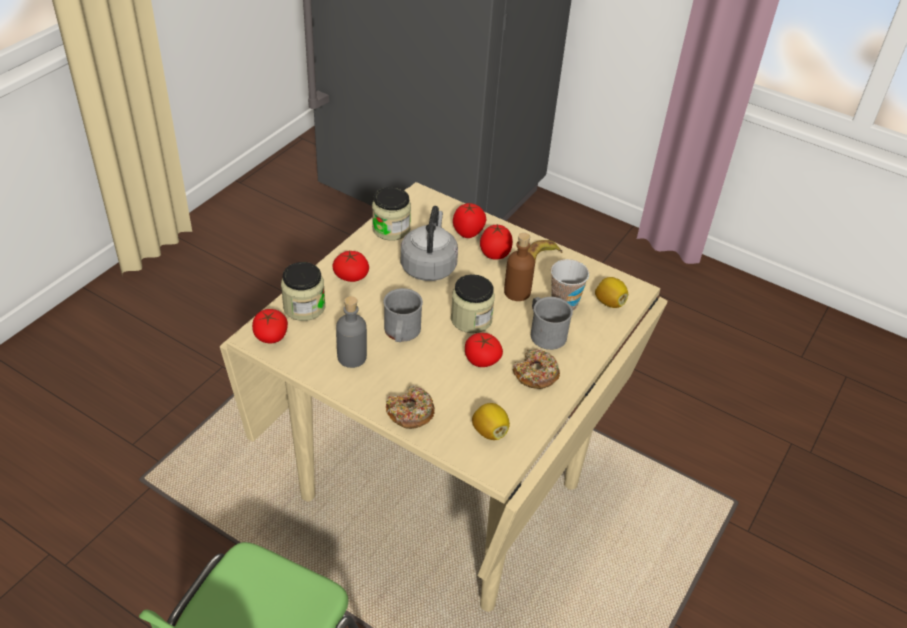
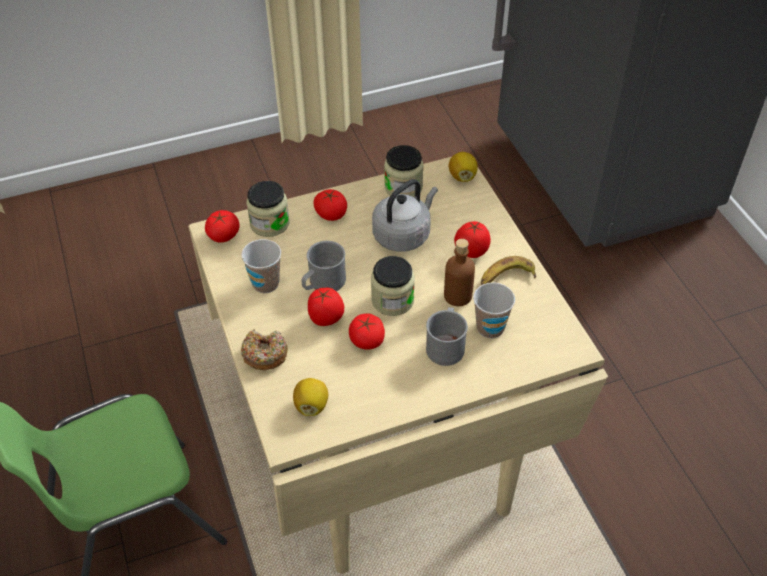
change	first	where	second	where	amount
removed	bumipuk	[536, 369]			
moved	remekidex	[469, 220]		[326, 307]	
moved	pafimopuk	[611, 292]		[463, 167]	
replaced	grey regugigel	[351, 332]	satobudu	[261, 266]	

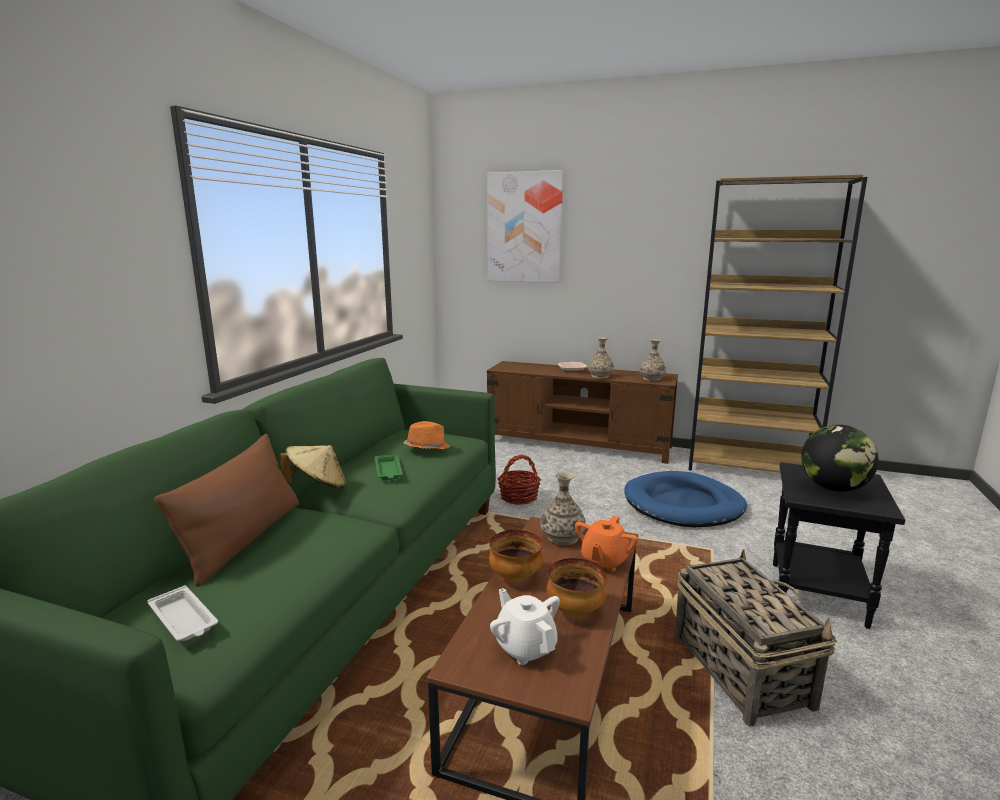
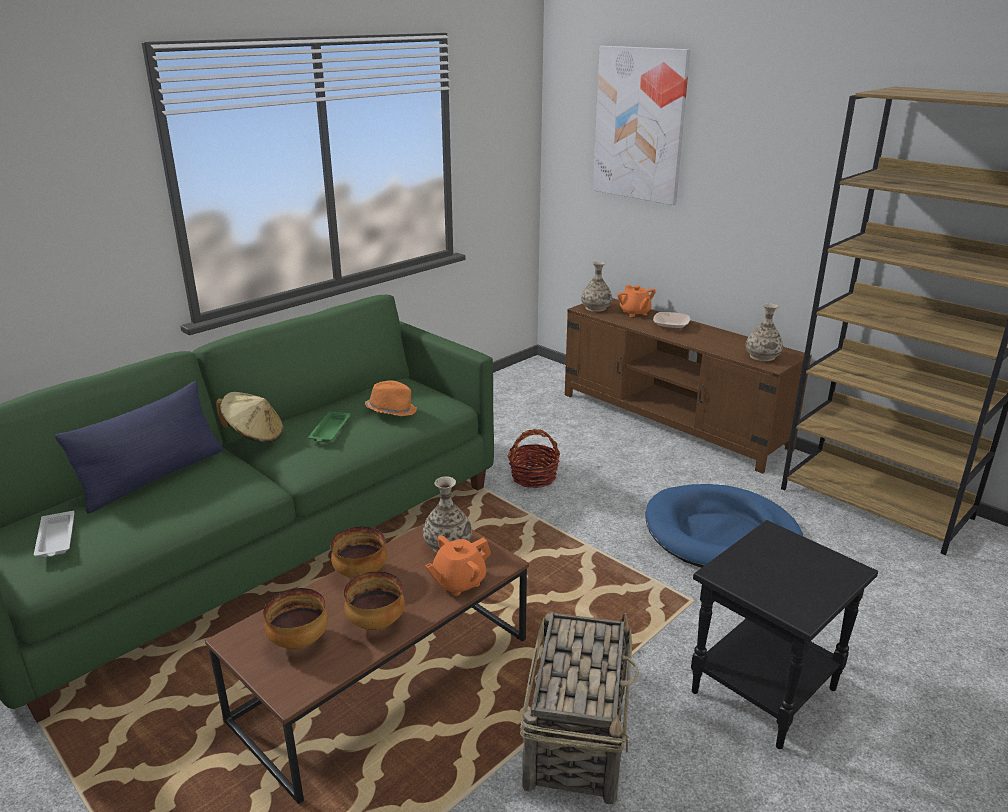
change	first	where	second	where	amount
removed	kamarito	[840, 458]			
added			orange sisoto	[636, 301]	
moved	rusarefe	[601, 357]		[596, 286]	
replaced	white sisoto	[525, 626]	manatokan	[295, 619]	
recoloured	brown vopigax	[226, 510]	blue vopigax	[139, 447]	

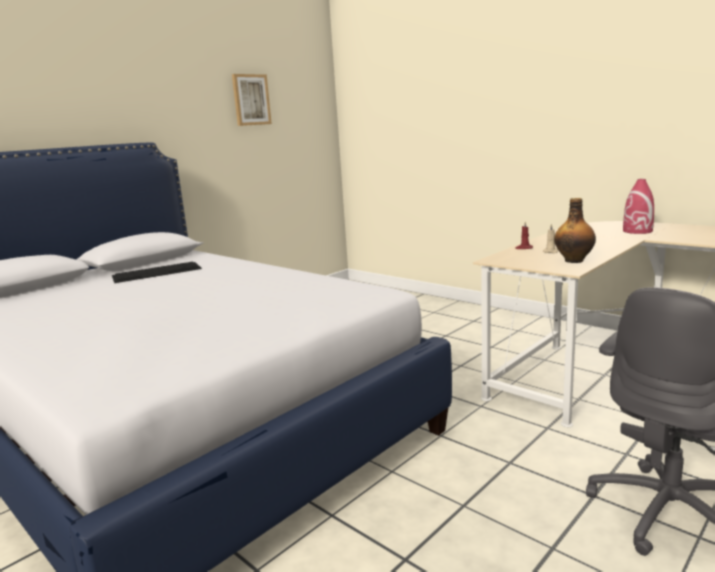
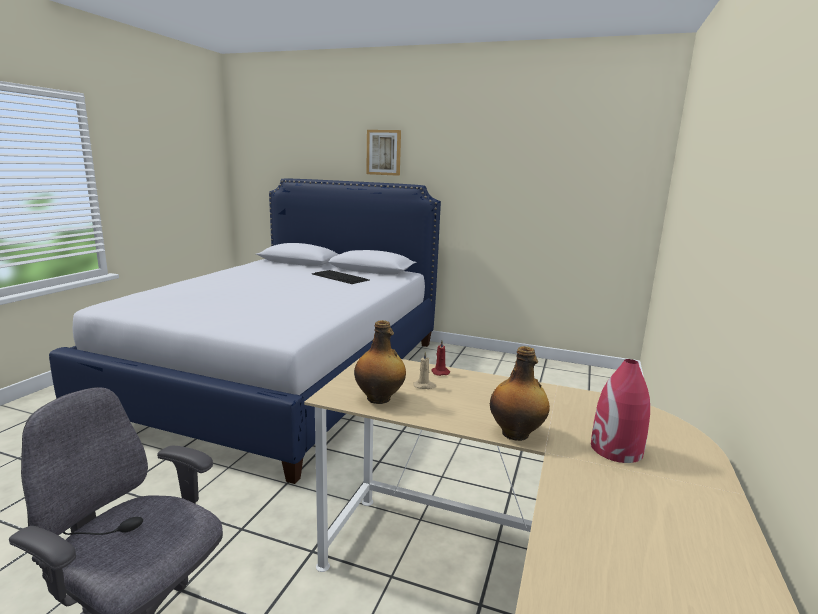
change	first	where	second	where	amount
added			regugigel	[520, 393]	
moved	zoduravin	[252, 100]		[383, 153]	

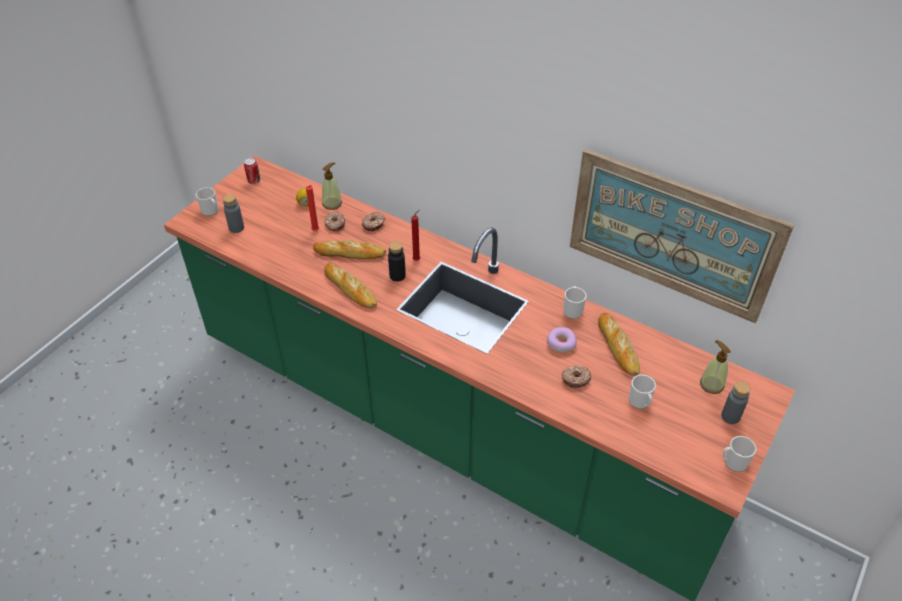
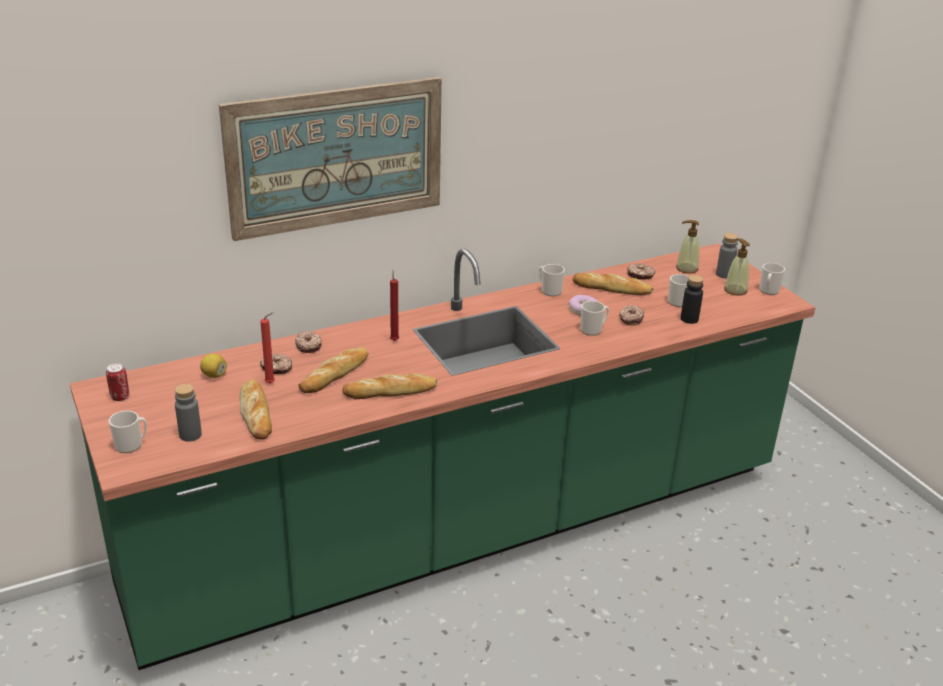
change	first	where	second	where	amount
added			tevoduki	[256, 410]	
added			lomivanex	[594, 318]	
added			bumipuk	[641, 271]	
moved	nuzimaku	[332, 186]		[737, 267]	
moved	black regugigel	[397, 261]		[692, 299]	
moved	zoduravin	[682, 236]		[330, 159]	

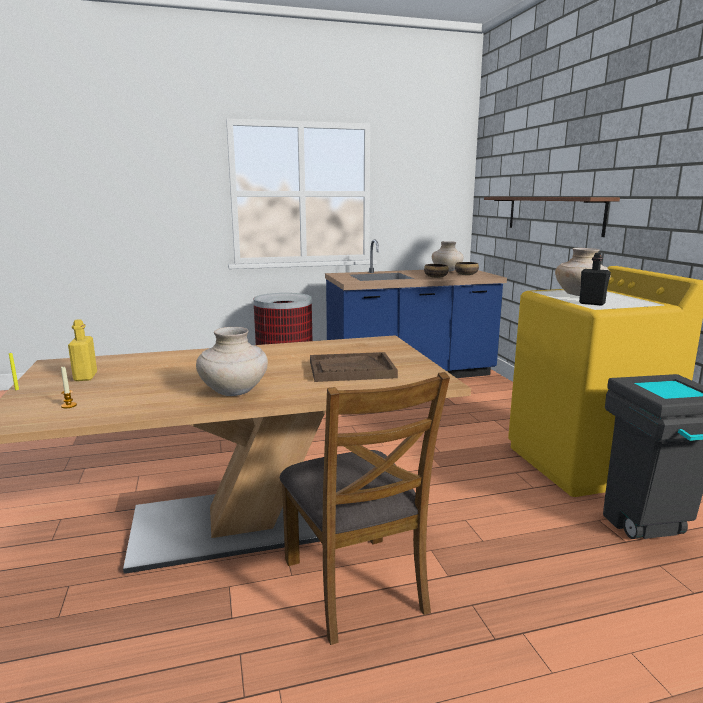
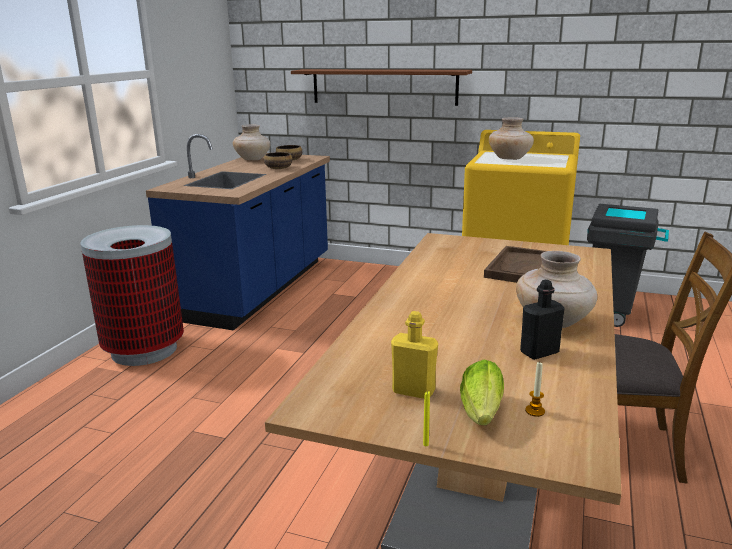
change	first	where	second	where	amount
added			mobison	[482, 392]	
moved	black regugigel	[595, 279]		[542, 320]	

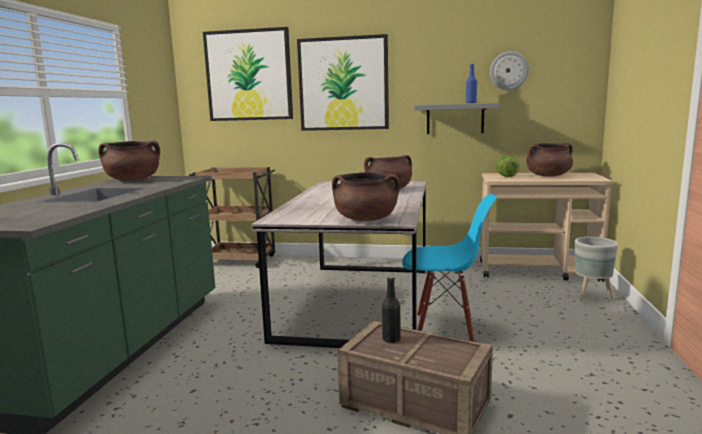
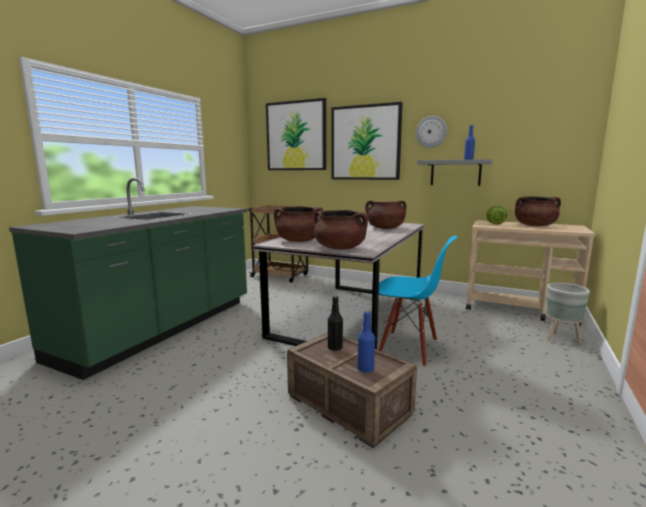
change	first	where	second	where	amount
added			blue regugigel	[366, 342]	
moved	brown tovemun	[129, 161]		[298, 224]	
moved	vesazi	[509, 70]		[431, 132]	

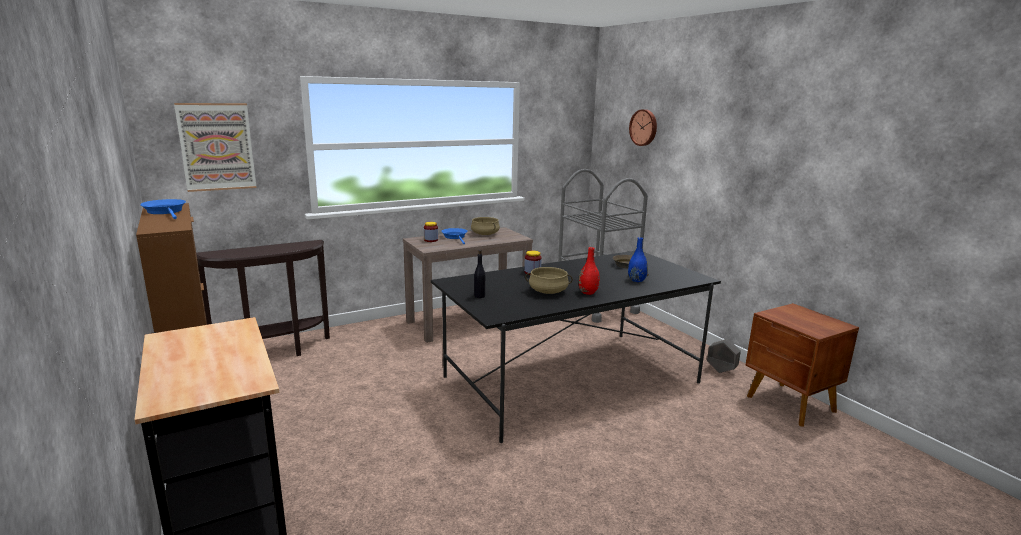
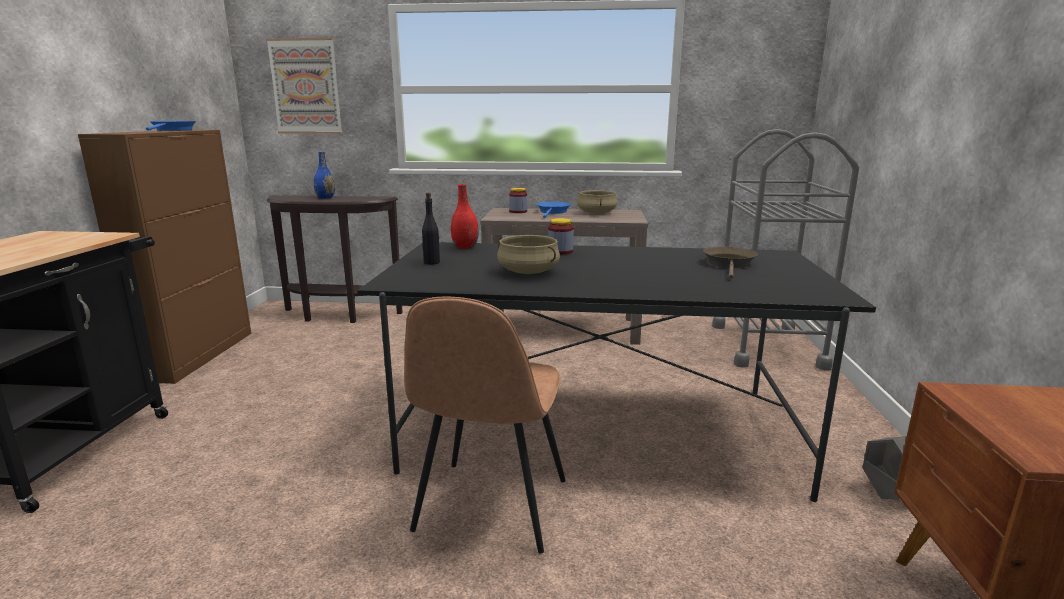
change	first	where	second	where	amount
removed	vesazi	[643, 127]			
added			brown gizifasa	[485, 425]	
moved	red rusarefe	[589, 271]		[465, 216]	
moved	blue rusarefe	[638, 259]		[324, 175]	

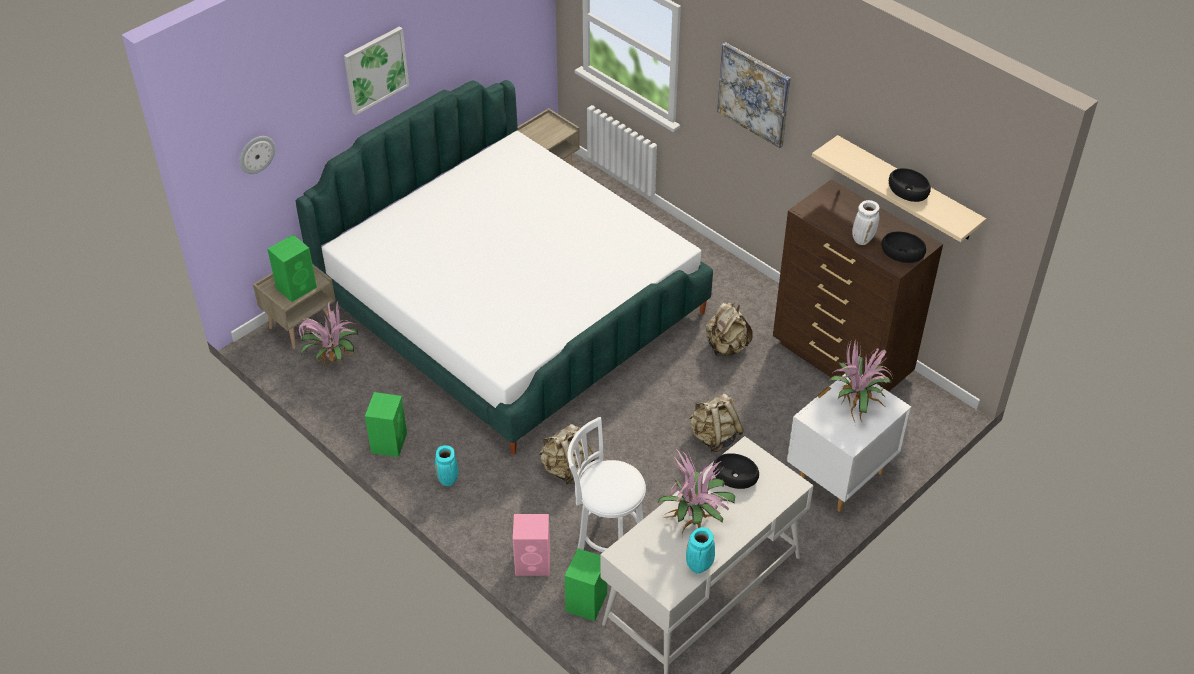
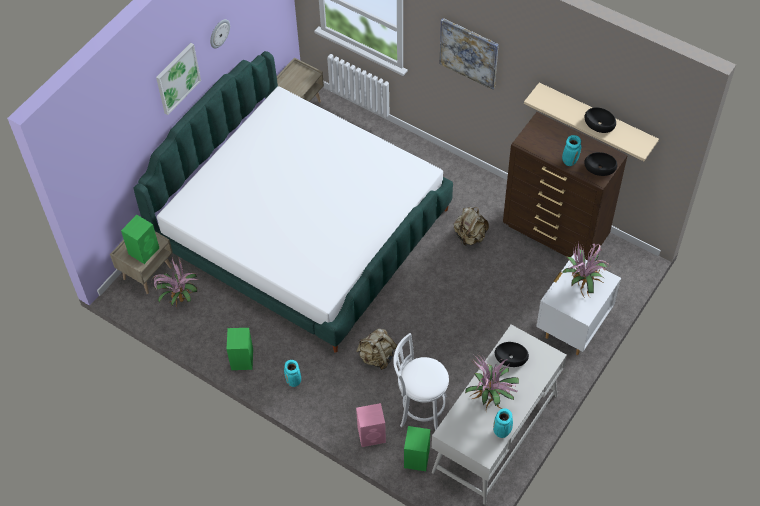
change	first	where	second	where	amount
removed	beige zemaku	[716, 422]			
moved	vesazi	[257, 155]		[220, 33]	
recoloured	white rusarefe	[866, 222]	turquoise rusarefe	[571, 150]	

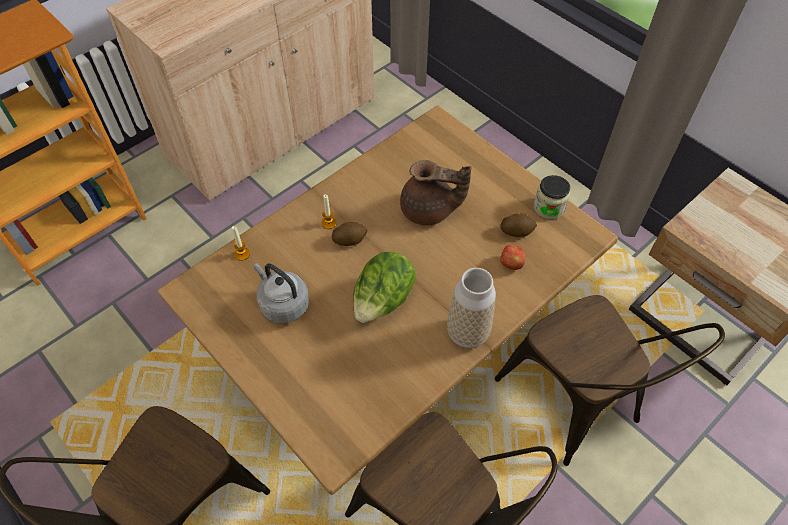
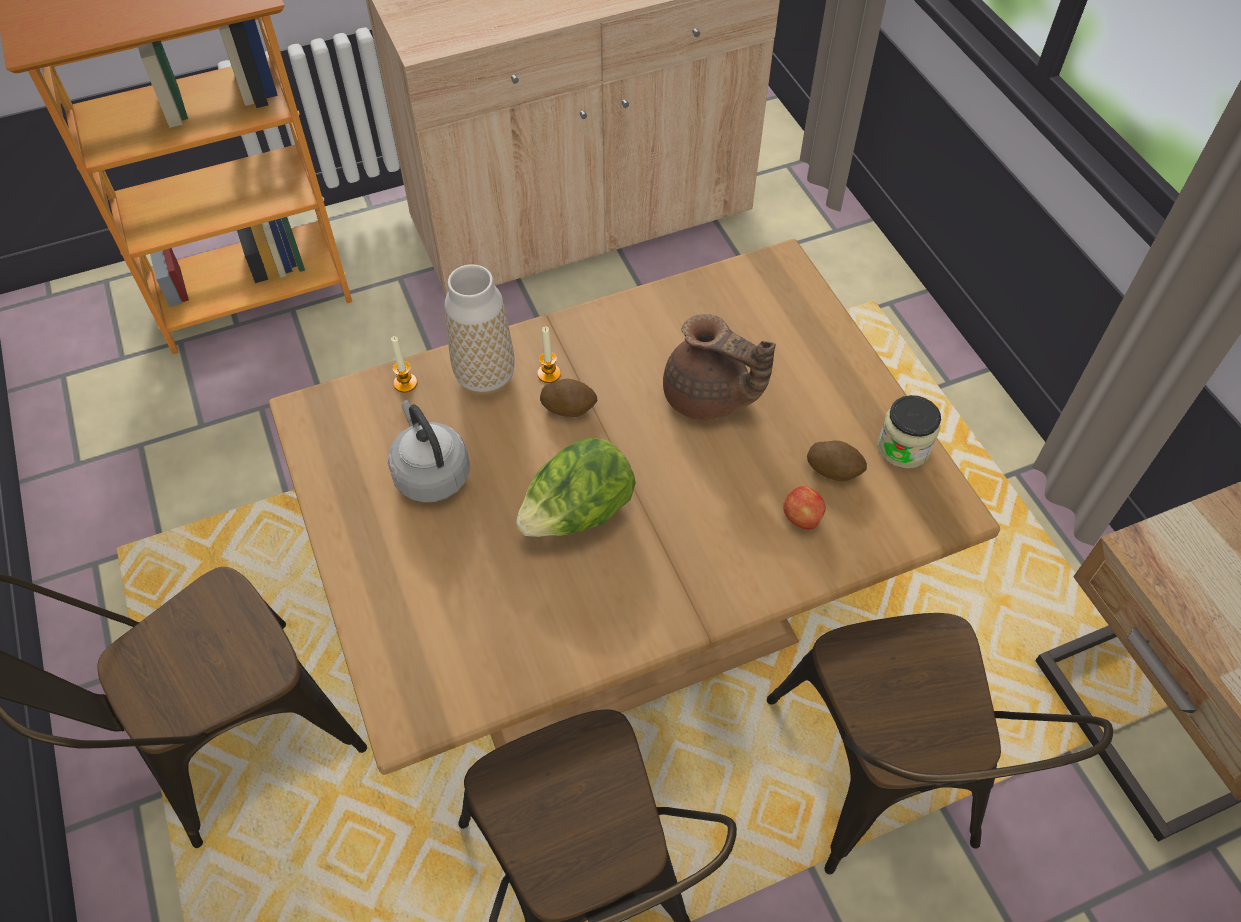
change	first	where	second	where	amount
moved	rusarefe	[471, 308]		[479, 329]	

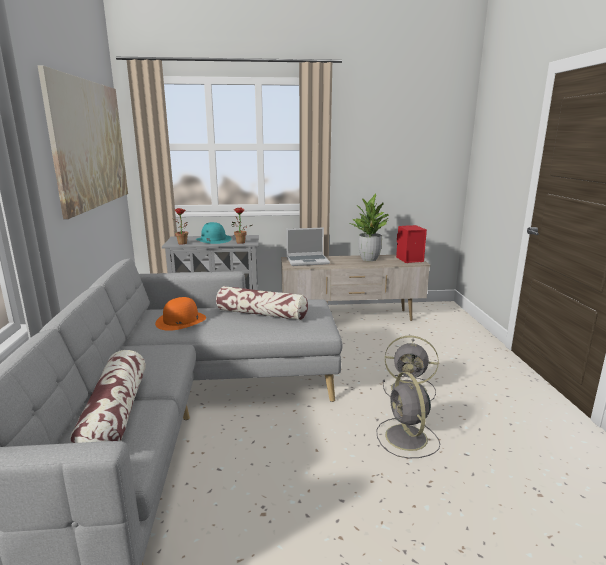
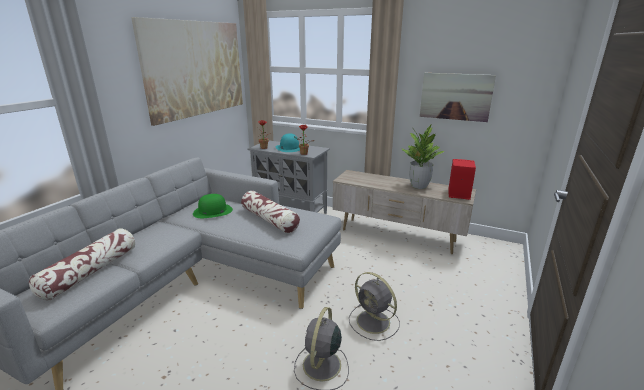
change	first	where	second	where	amount
removed	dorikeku	[308, 246]			
added			zoduravin	[458, 97]	
recoloured	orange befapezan	[180, 314]	green befapezan	[213, 206]	

